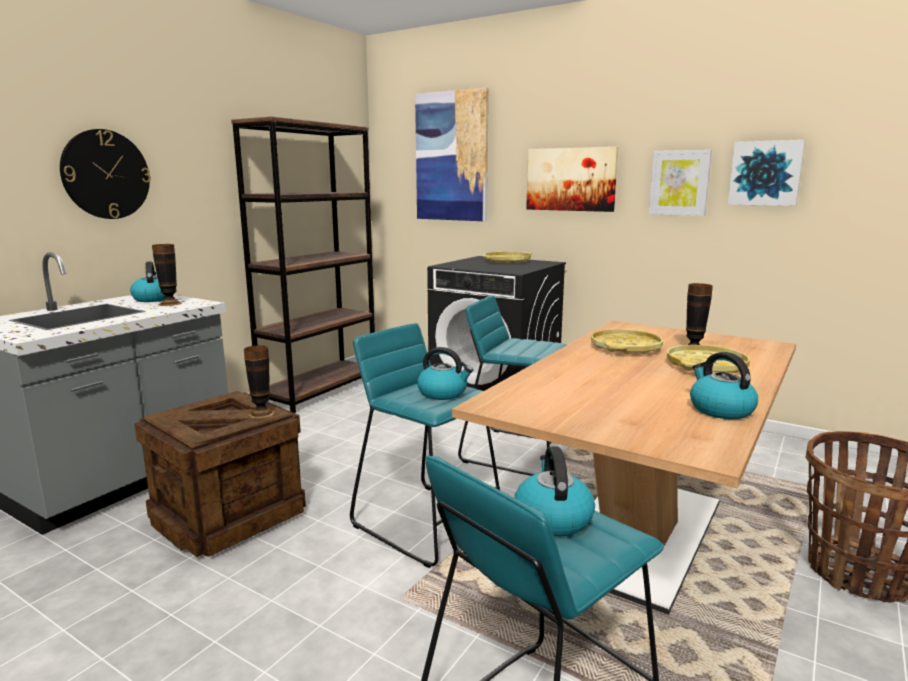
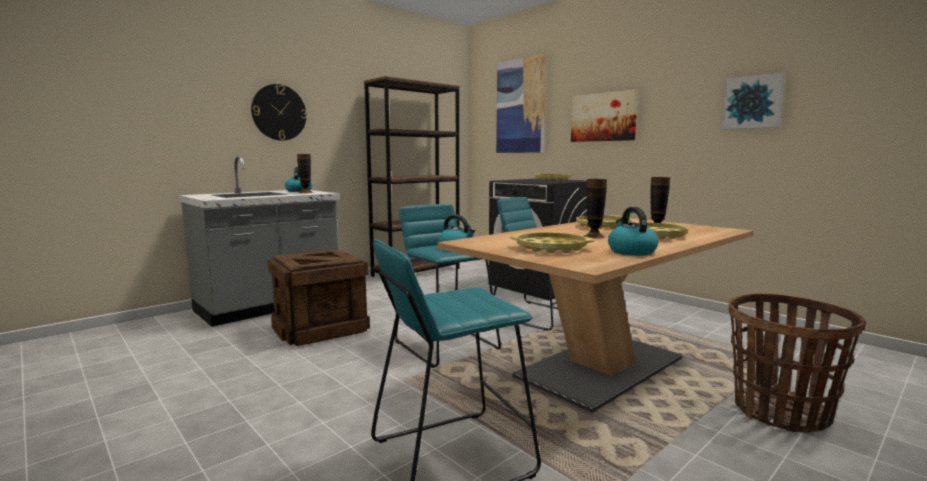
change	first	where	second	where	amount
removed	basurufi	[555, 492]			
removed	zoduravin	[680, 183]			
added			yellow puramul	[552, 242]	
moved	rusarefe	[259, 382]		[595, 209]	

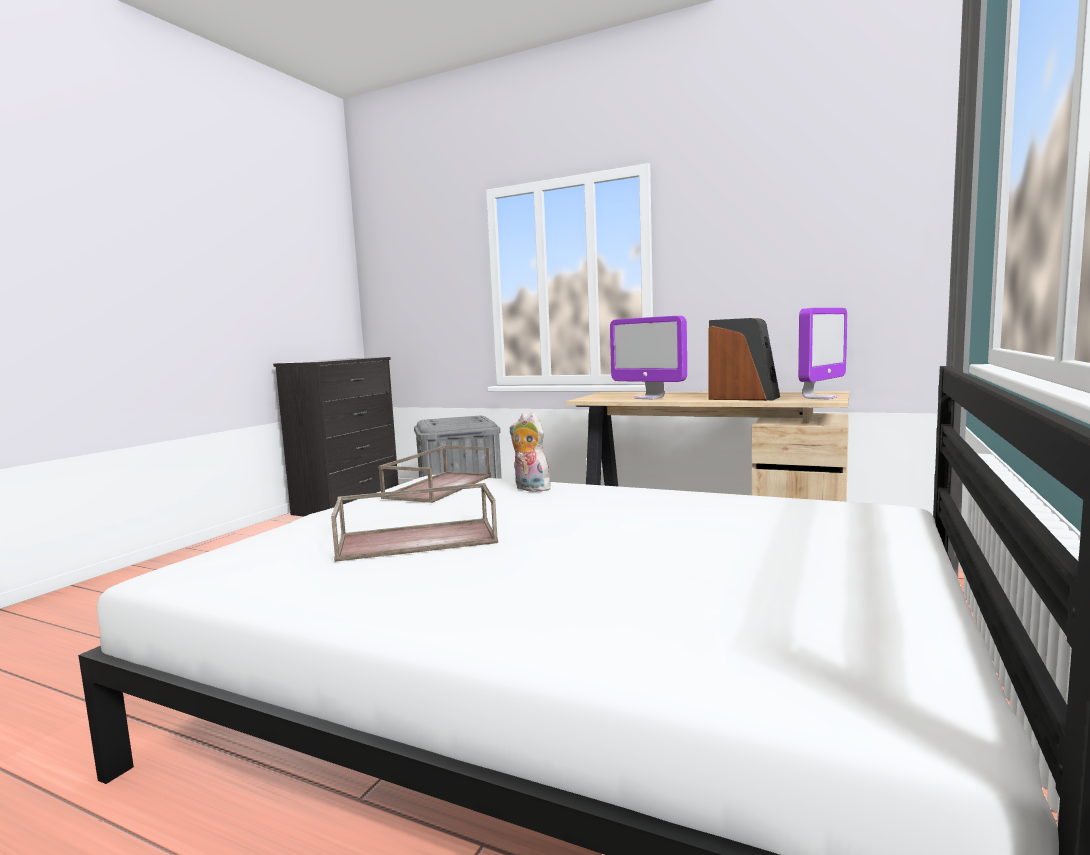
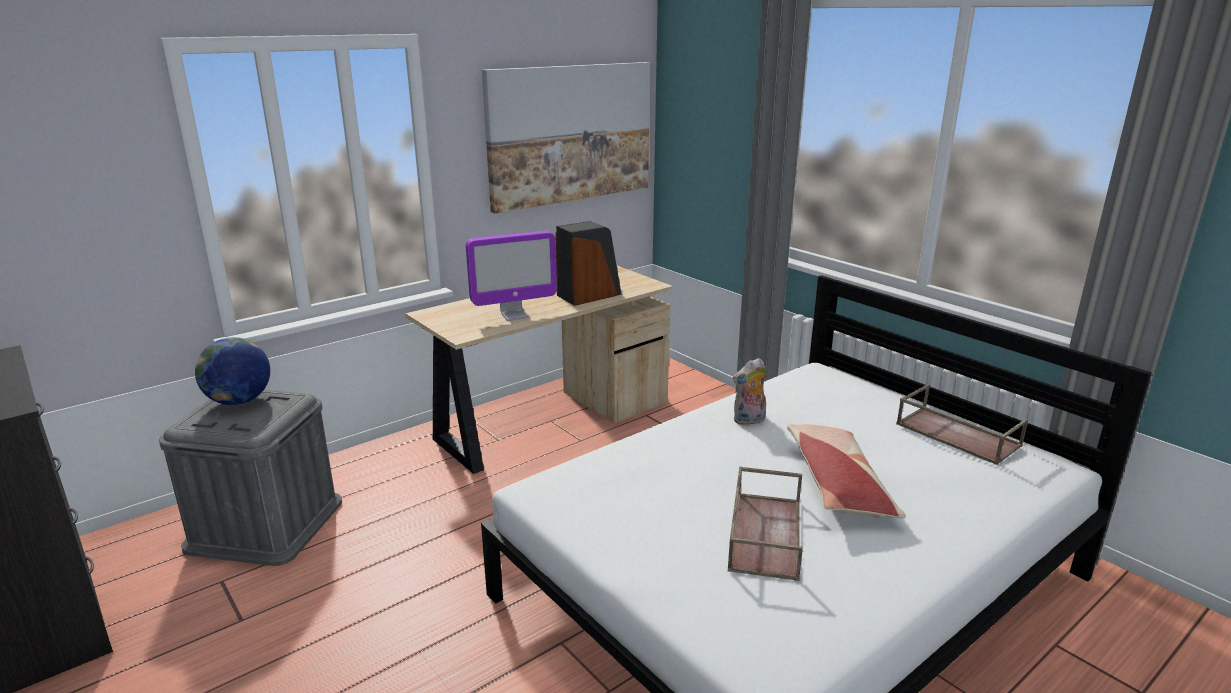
change	first	where	second	where	amount
removed	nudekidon	[822, 353]			
added			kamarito	[232, 371]	
added			zoduravin	[566, 137]	
added			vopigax	[846, 471]	
moved	brown puramul	[434, 474]		[962, 424]	
moved	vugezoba	[530, 452]		[749, 392]	

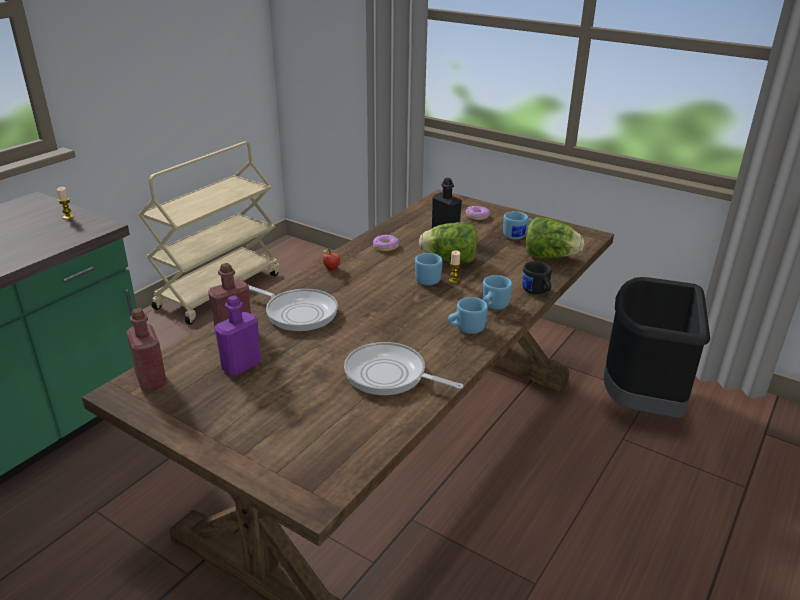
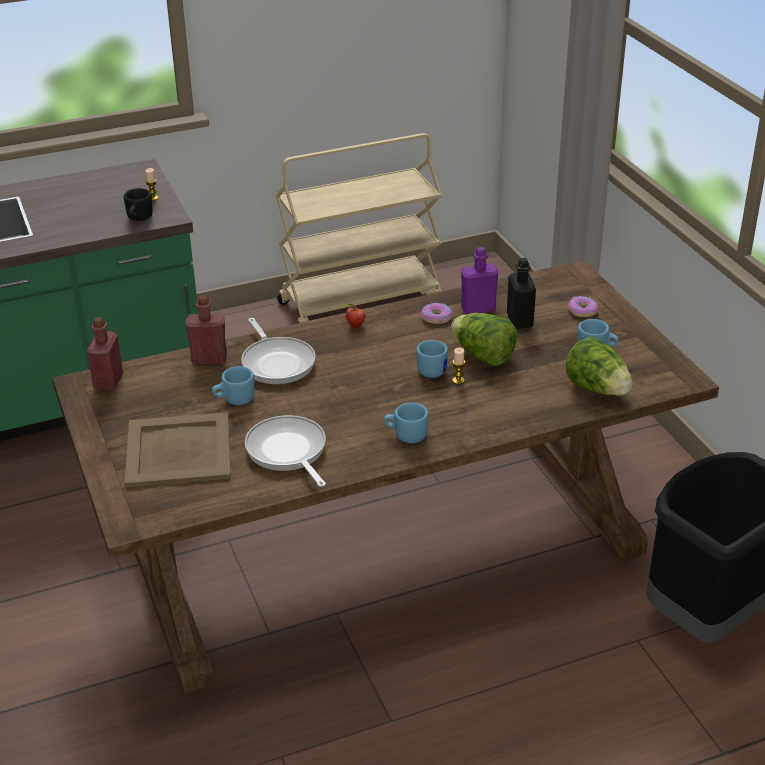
change	first	where	second	where	amount
added			beige puramul	[178, 449]	
moved	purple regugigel	[238, 335]		[480, 280]	
moved	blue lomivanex	[497, 292]		[233, 385]	
moved	black lomivanex	[537, 277]		[138, 204]	

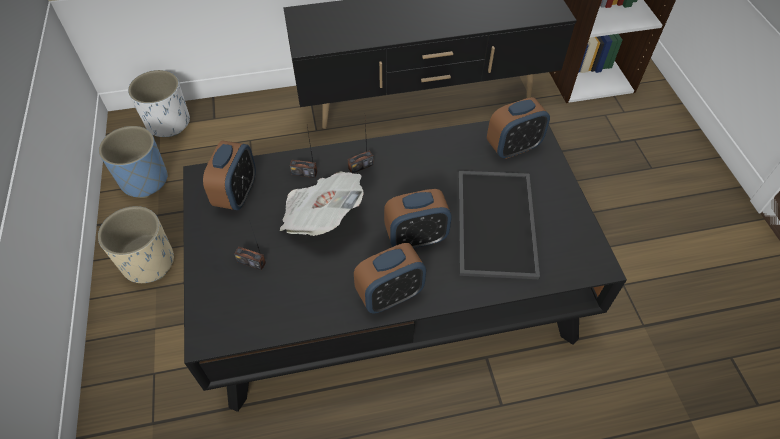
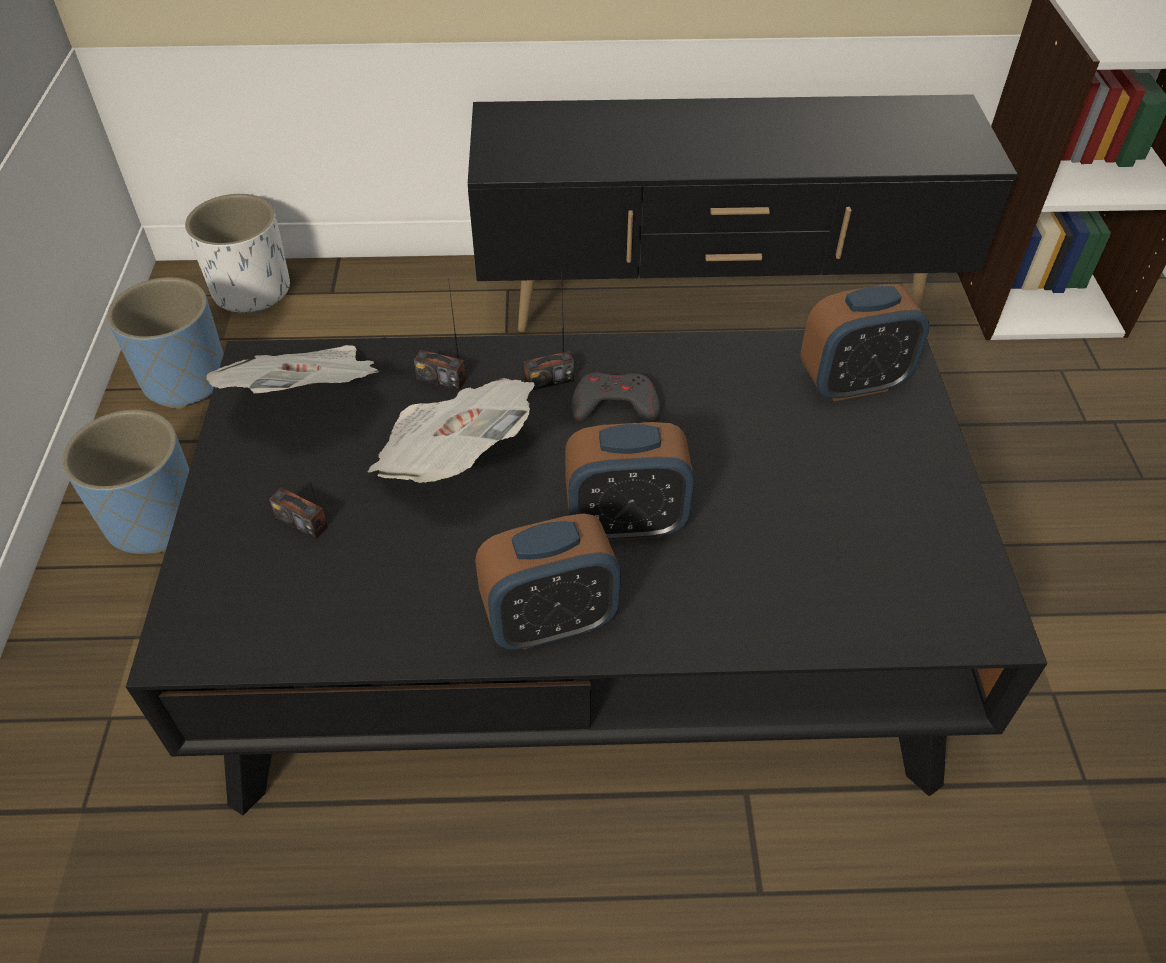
change	first	where	second	where	amount
removed	puramul	[499, 225]			
added			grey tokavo	[615, 397]	
replaced	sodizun	[229, 175]	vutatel	[293, 369]	
recoloured	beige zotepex	[136, 244]	blue zotepex	[125, 482]	

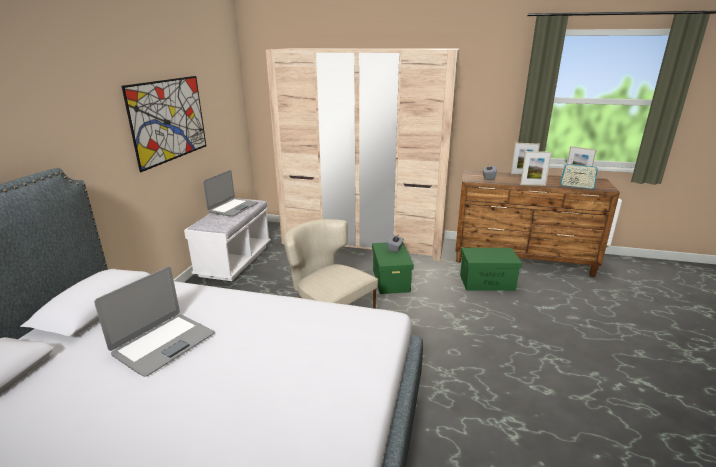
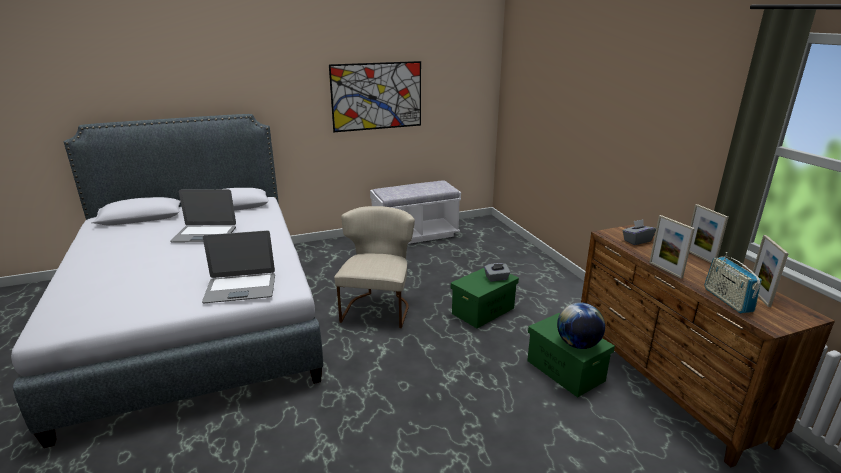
change	first	where	second	where	amount
removed	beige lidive	[363, 154]			
added			kamarito	[581, 325]	
moved	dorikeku	[230, 193]		[238, 266]	

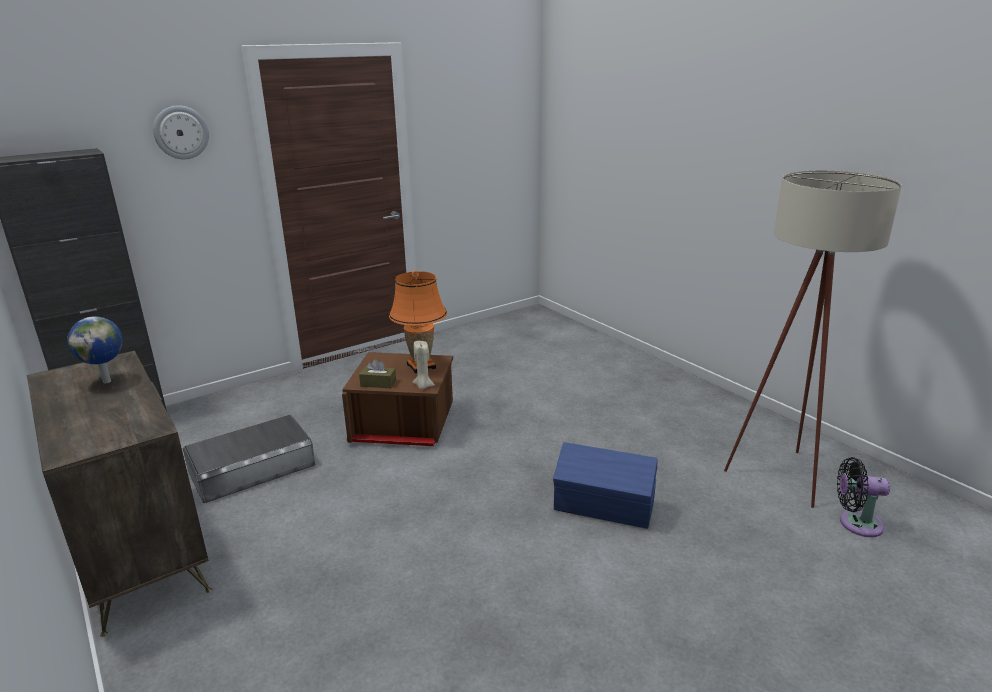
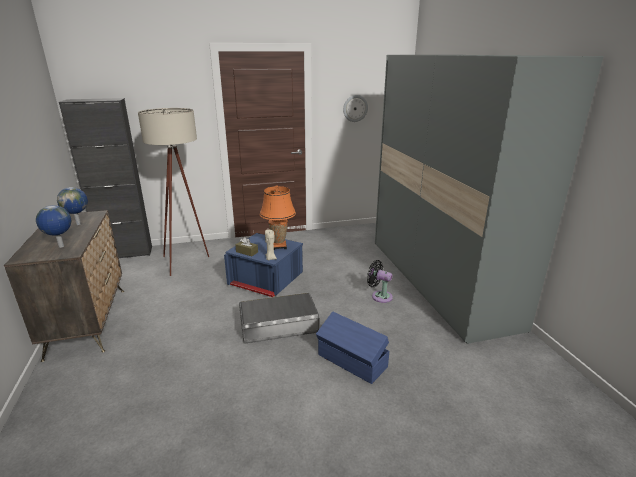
change	first	where	second	where	amount
added			kamarito	[53, 226]	
added			grey lidive	[489, 199]	
moved	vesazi	[181, 132]		[355, 108]	
moved	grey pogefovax	[249, 459]		[279, 318]	
moved	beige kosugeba	[813, 339]		[173, 192]	
moved	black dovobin	[863, 497]		[380, 281]	
recoloured	brown pogefovax	[397, 399]	blue pogefovax	[263, 265]	

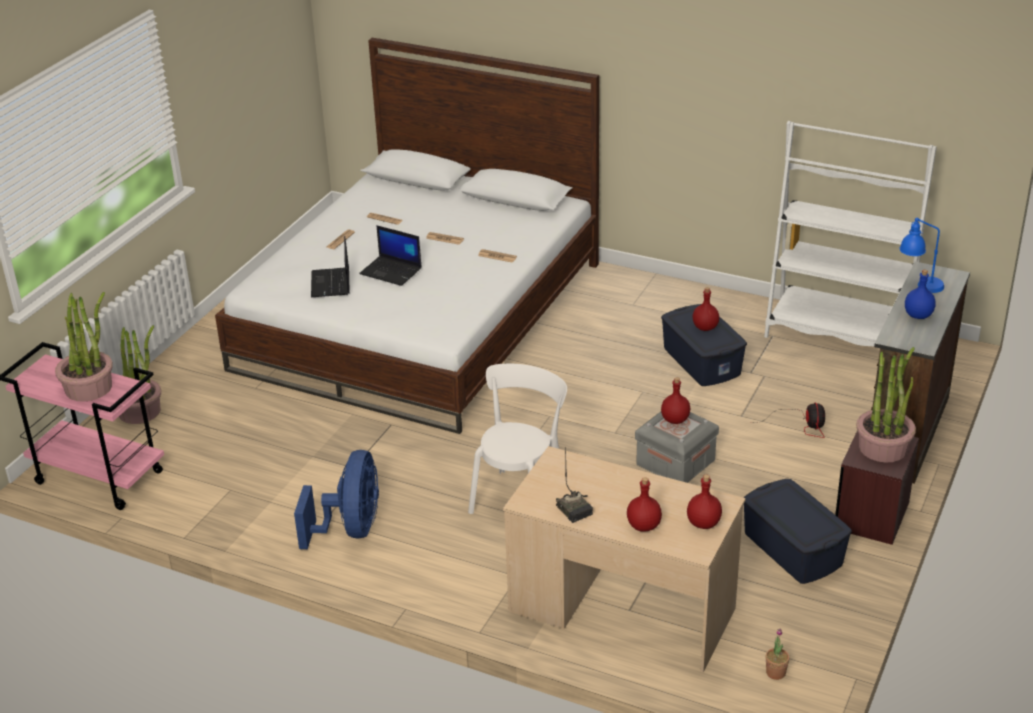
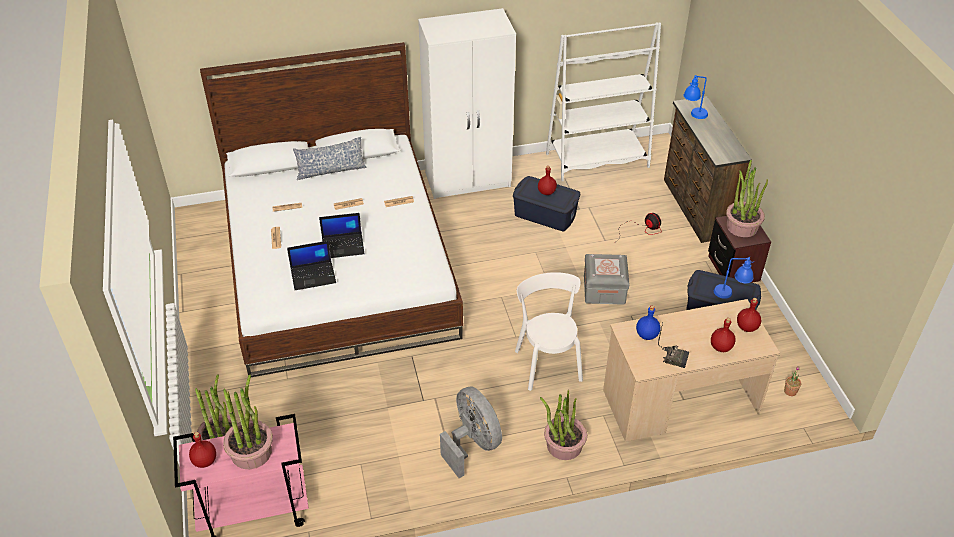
change	first	where	second	where	amount
added			vopigax	[330, 158]	
added			white lidive	[467, 103]	
added			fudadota	[563, 425]	
added			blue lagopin	[734, 278]	
moved	red regugigel	[675, 400]		[202, 450]	
moved	blue regugigel	[920, 294]		[648, 323]	
recoloured	blue dovobin	[336, 499]	grey dovobin	[471, 432]	
turned	dorikeku	[330, 266]		[311, 265]	60 degrees counterclockwise

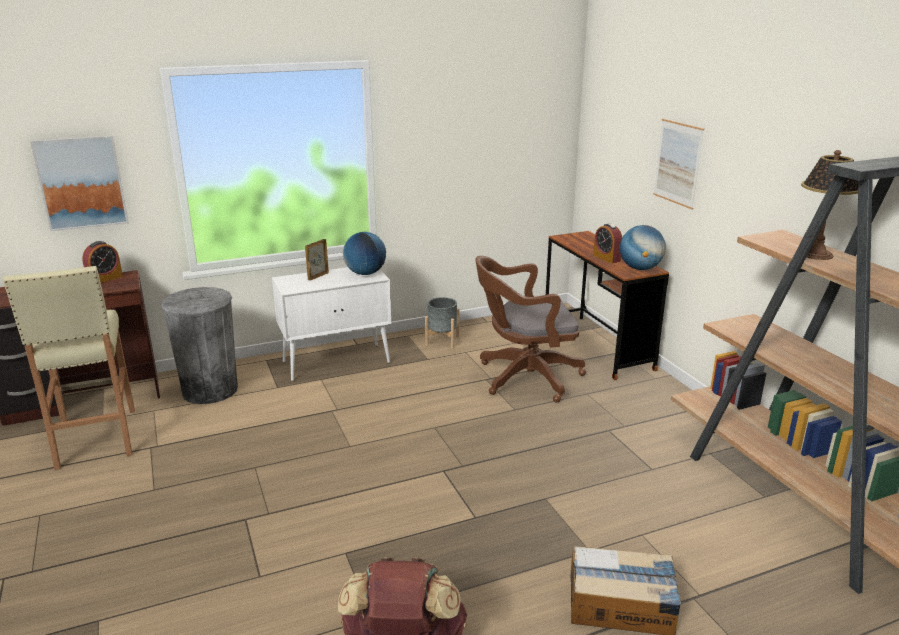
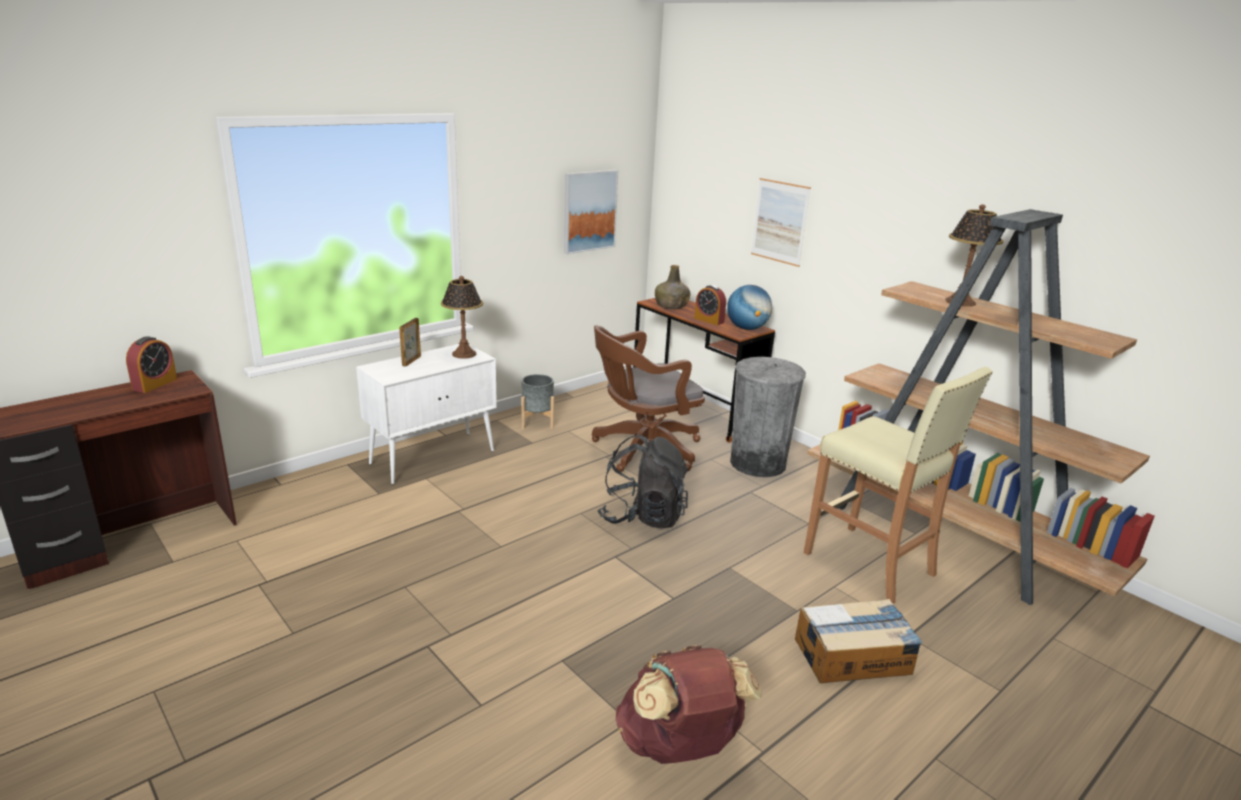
change	first	where	second	where	amount
added			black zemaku	[642, 481]	
added			green regugigel	[672, 287]	
moved	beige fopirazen	[69, 368]		[898, 485]	
moved	zoduravin	[79, 183]		[591, 212]	
moved	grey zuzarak	[199, 345]		[768, 417]	
replaced	kamarito	[364, 253]	lagopin	[462, 317]	

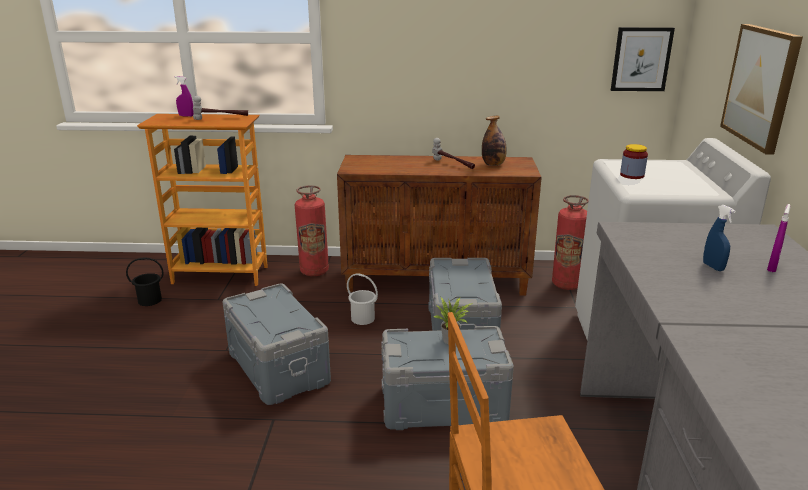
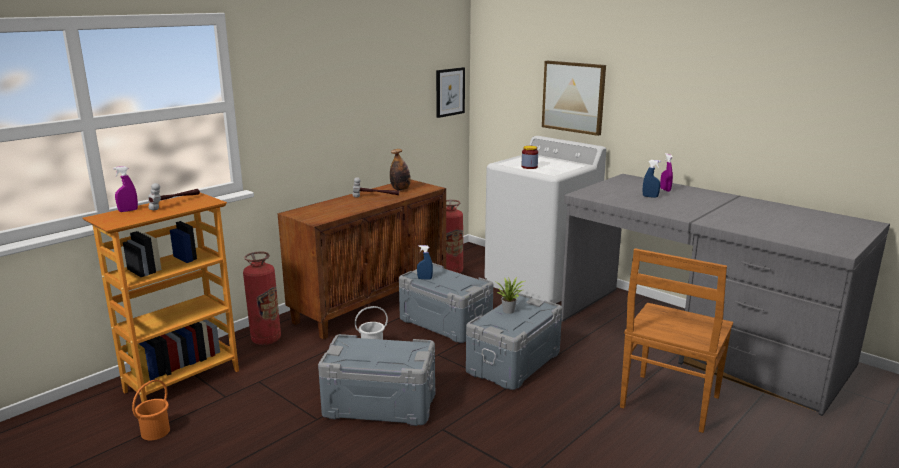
change	first	where	second	where	amount
added			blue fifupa	[425, 262]	
recoloured	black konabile	[144, 281]	orange konabile	[151, 410]	

